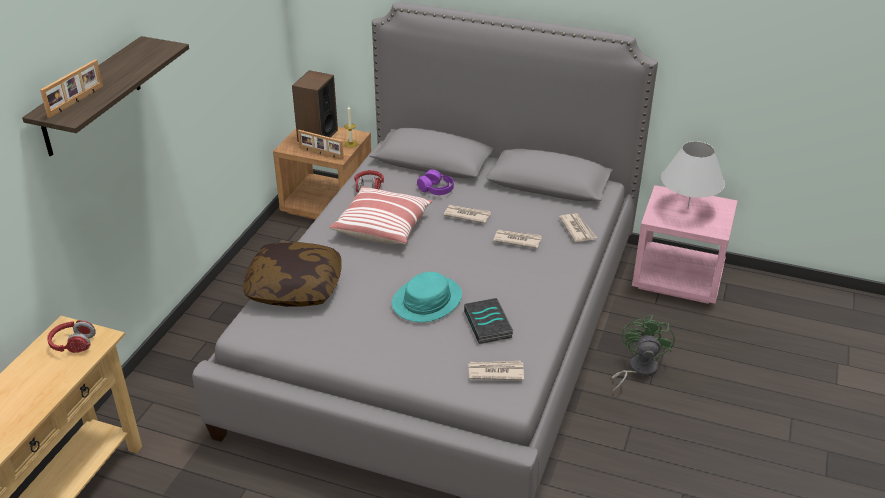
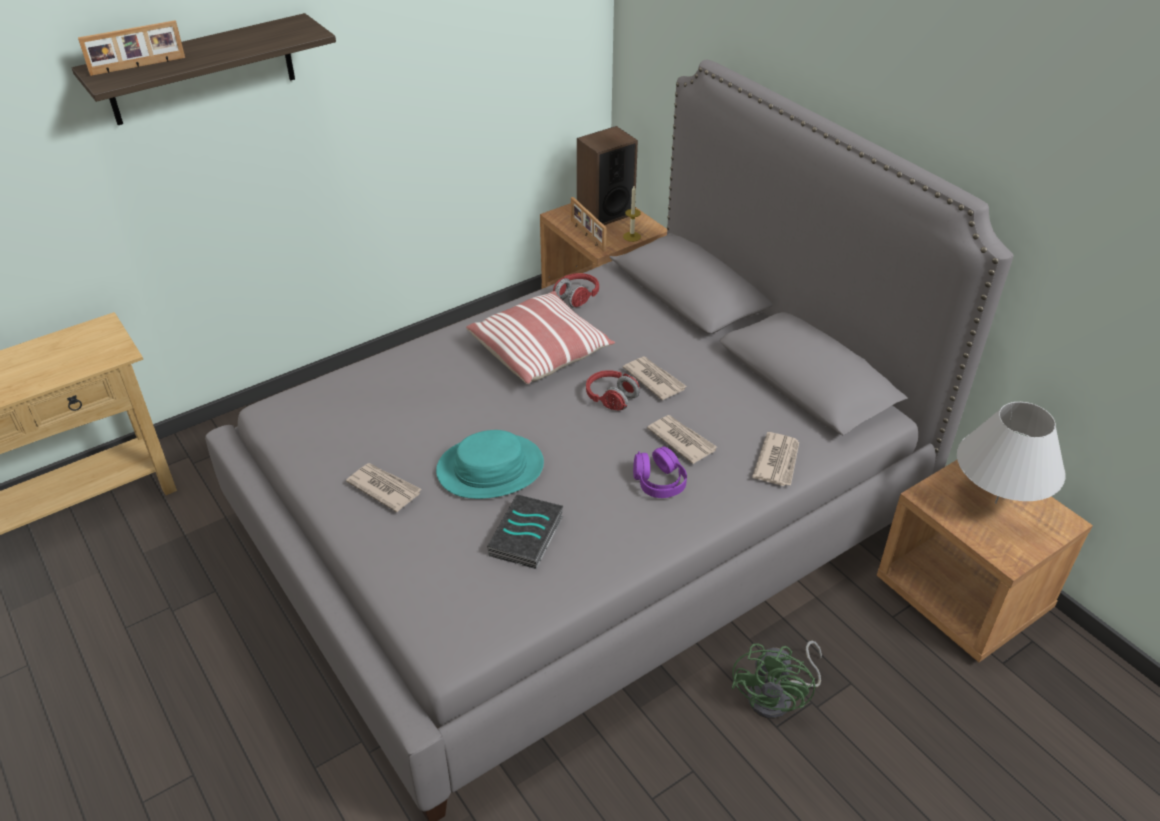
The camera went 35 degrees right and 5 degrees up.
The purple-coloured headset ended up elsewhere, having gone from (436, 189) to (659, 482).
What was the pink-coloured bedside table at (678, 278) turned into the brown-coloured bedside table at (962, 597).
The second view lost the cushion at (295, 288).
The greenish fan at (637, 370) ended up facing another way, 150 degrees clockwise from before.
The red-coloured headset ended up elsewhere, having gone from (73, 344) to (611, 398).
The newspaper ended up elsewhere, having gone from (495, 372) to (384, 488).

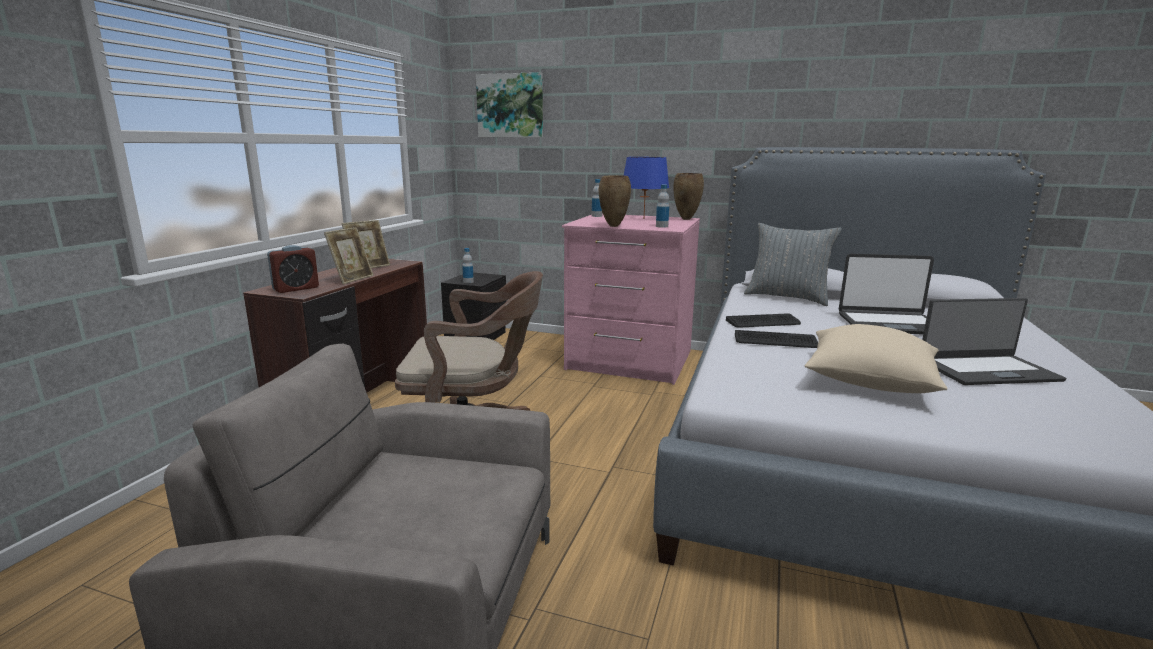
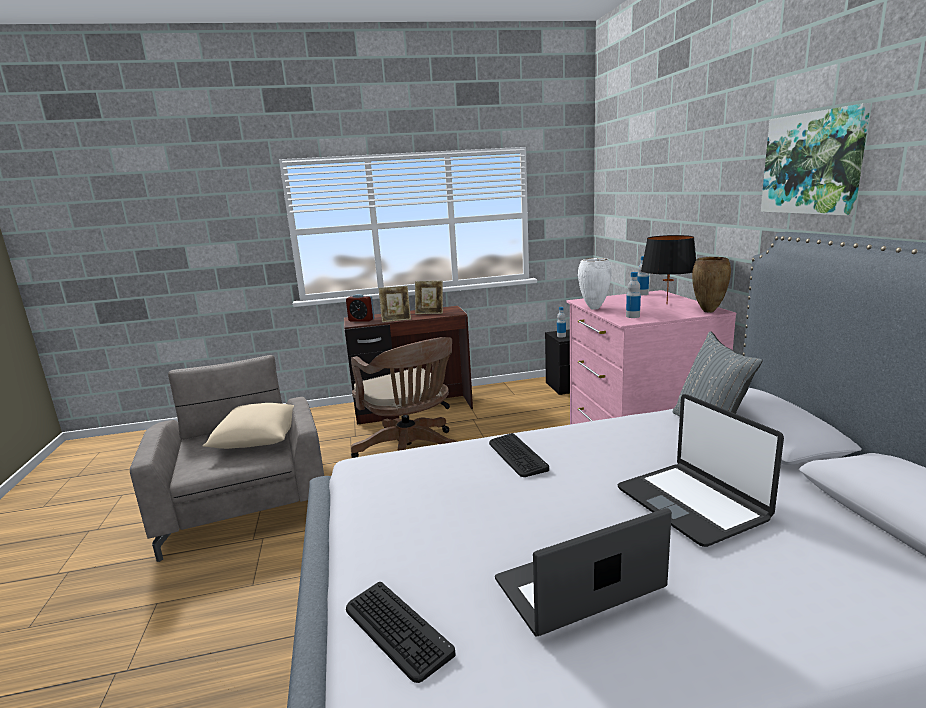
The camera went 60 degrees right and 0 degrees up.
The wall art ended up elsewhere, having gone from (510, 106) to (813, 163).
What was the blue tabletop lamp at (644, 219) turned into the blackish tabletop lamp at (667, 304).
What was the brown-coloured decorative vase at (613, 226) turned into the white decorative vase at (593, 308).
The laptop at (987, 370) ended up facing another way, 105 degrees clockwise from before.
The PC keyboard ended up elsewhere, having gone from (763, 322) to (396, 630).
The beige cushion ended up elsewhere, having gone from (869, 381) to (258, 440).

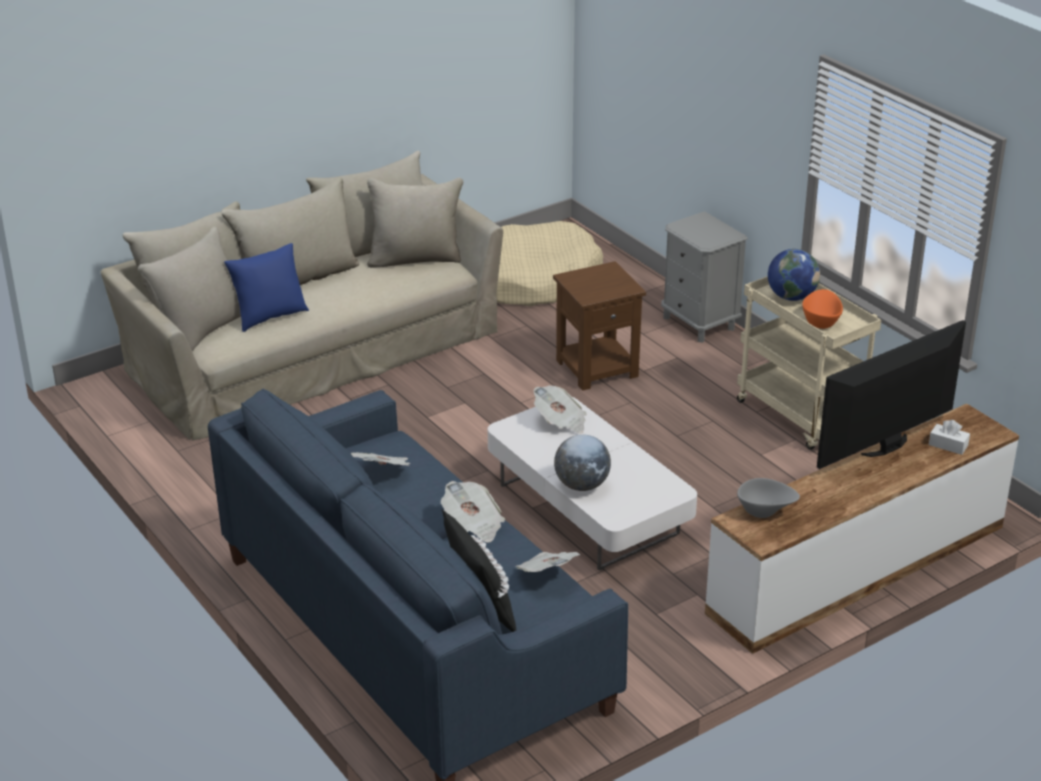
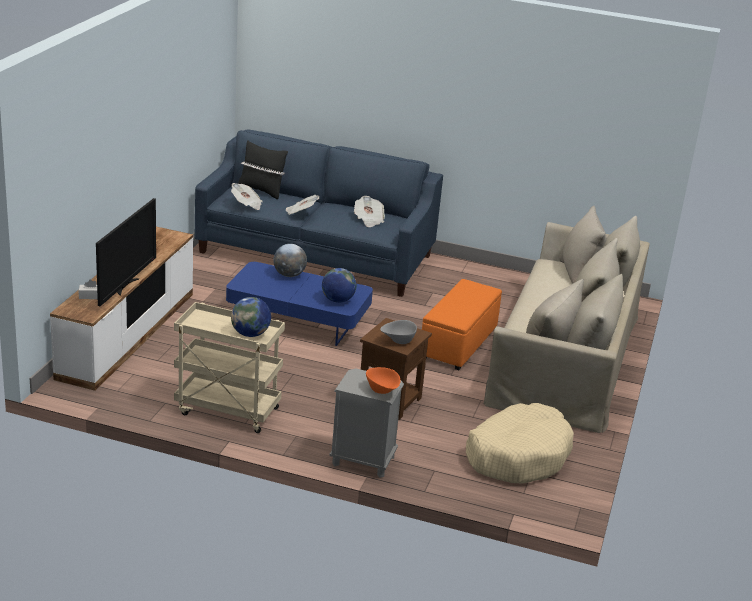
The camera went 140 degrees right and 5 degrees down.
The second view lost the blue cushion at (270, 317).
The orange-coloured bowl ended up elsewhere, having gone from (821, 321) to (382, 391).
Where the newspaper stood at (560, 422), the desk globe came to stand at (337, 300).
What was the white lounge table at (588, 509) turned into the blue lounge table at (298, 321).
The greyish bowl ended up elsewhere, having gone from (765, 512) to (398, 341).
The second view gained the orange-coloured ottoman at (458, 344).

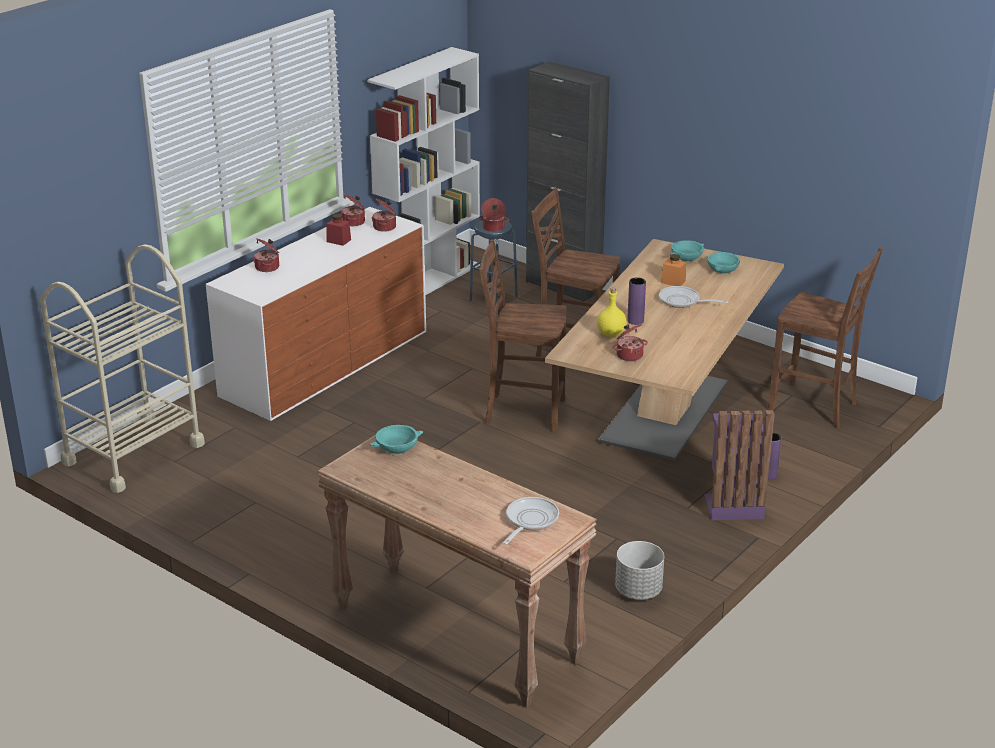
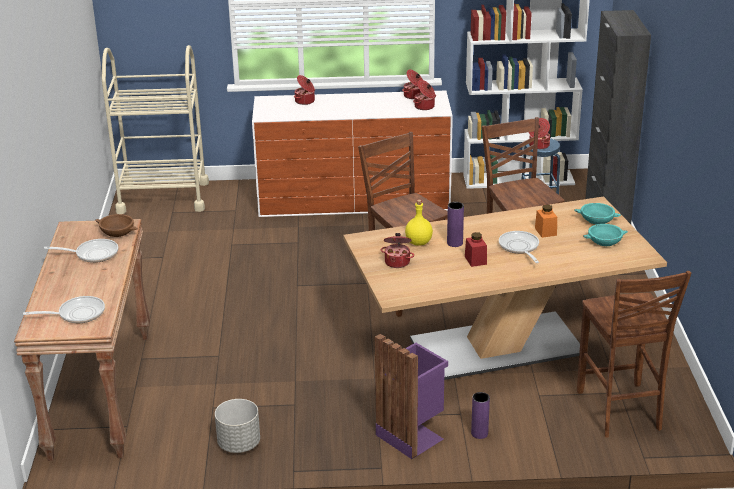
The camera went 50 degrees right and 0 degrees up.
The red-coloured preserve jar ended up elsewhere, having gone from (338, 241) to (475, 260).
What was the turquoise bowl at (397, 447) turned into the brown-coloured bowl at (118, 232).
The second view gained the skillet at (93, 254).

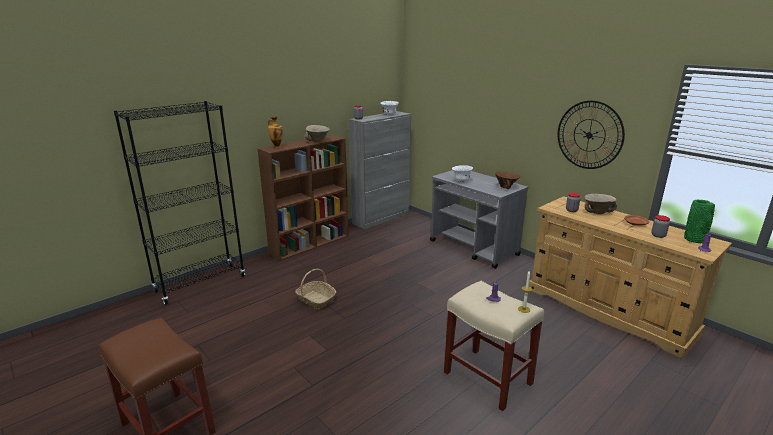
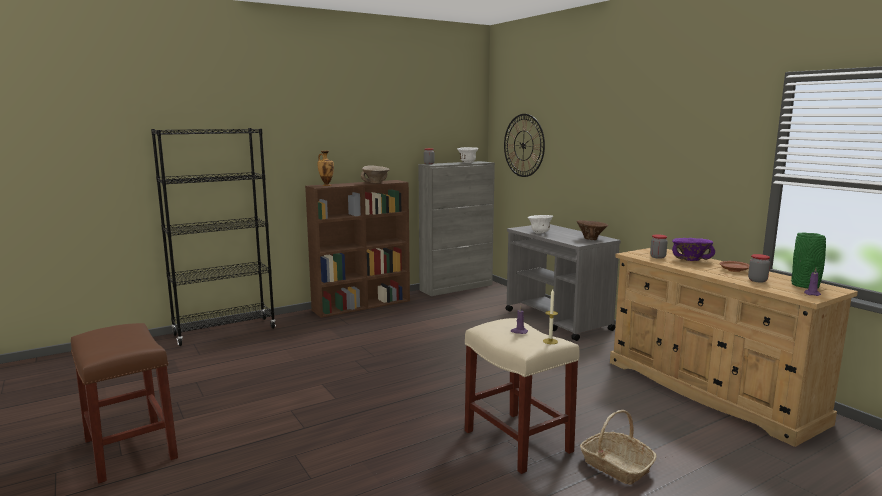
The camera went 10 degrees right and 10 degrees down.
The clock on the wall ended up elsewhere, having gone from (589, 135) to (523, 145).
What was the beige bowl at (597, 212) turned into the purple-coloured bowl at (690, 259).
The household basket ended up elsewhere, having gone from (315, 300) to (615, 466).

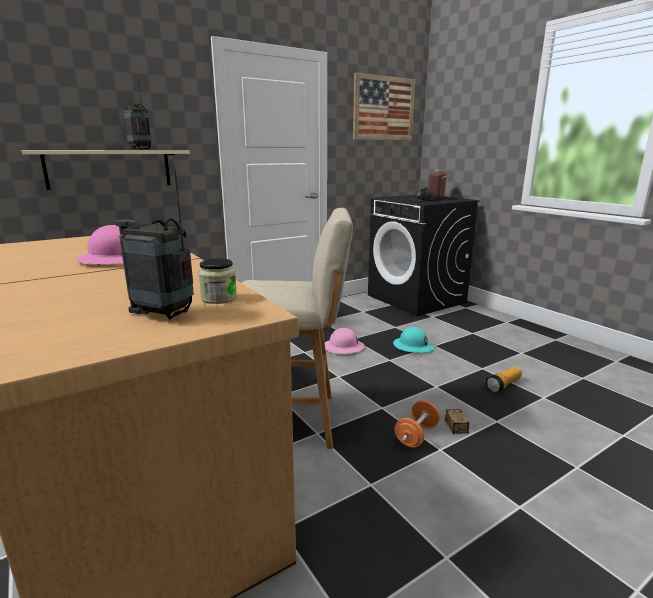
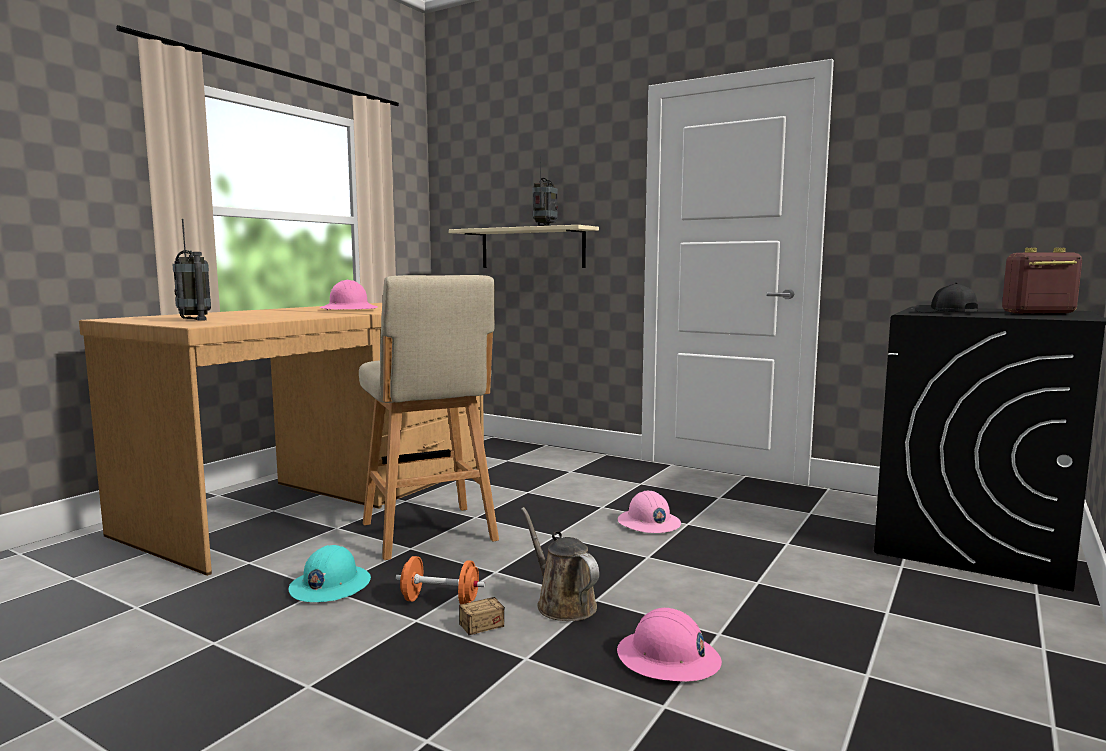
The camera went 65 degrees right and 10 degrees down.
The second view lost the wall art at (383, 109).
The radio set at (165, 315) ended up facing another way, 150 degrees clockwise from before.
The second view lost the preserve jar at (219, 298).
The turquoise safety helmet ended up elsewhere, having gone from (413, 346) to (330, 586).
Where the torch stood at (503, 385), the pink-coloured safety helmet came to stand at (668, 659).
The second view gained the brown-coloured sprinkling can at (562, 604).

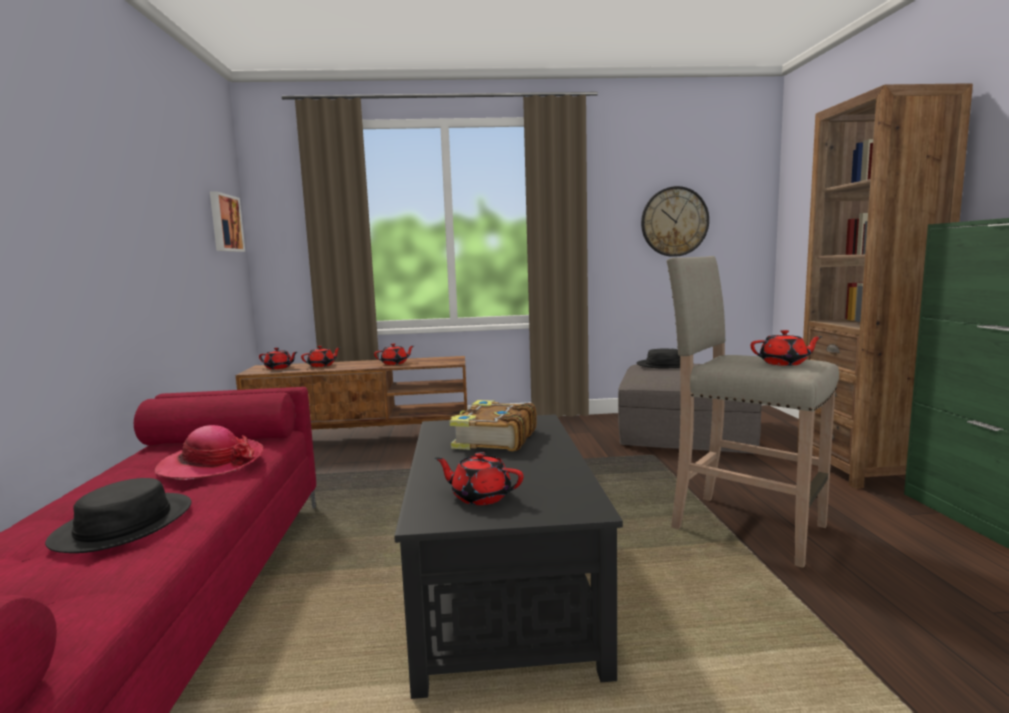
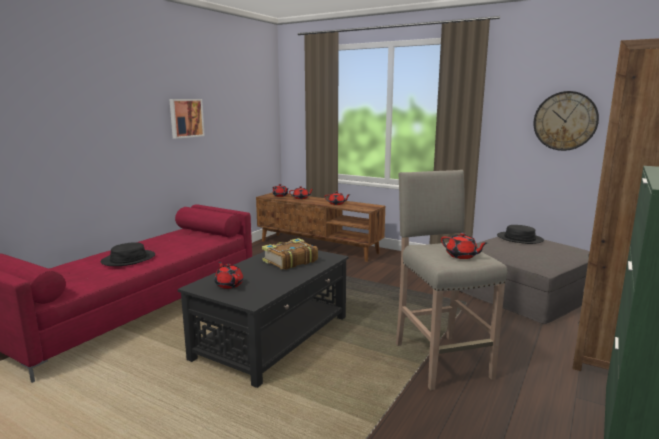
The camera went 35 degrees right and 5 degrees up.
The wall art ended up elsewhere, having gone from (224, 223) to (186, 118).
The second view lost the hat at (211, 464).

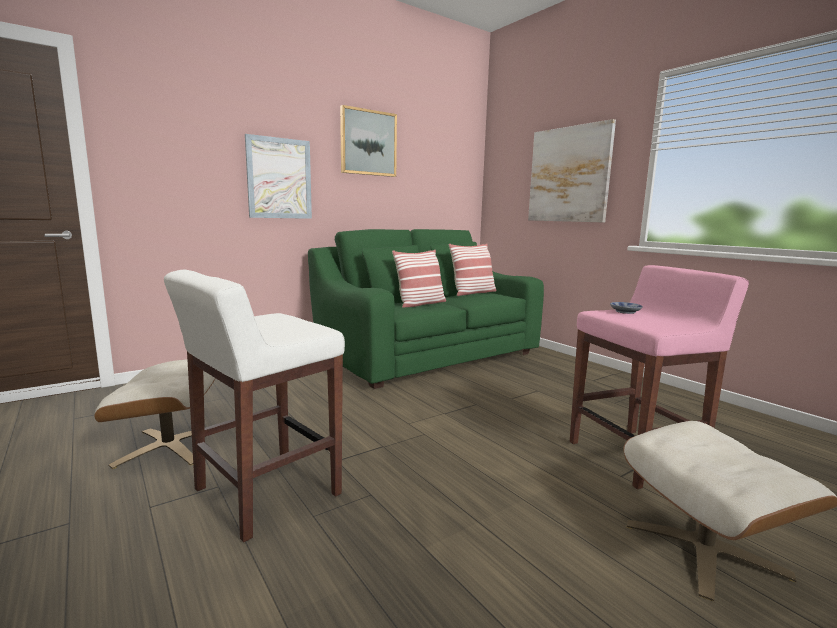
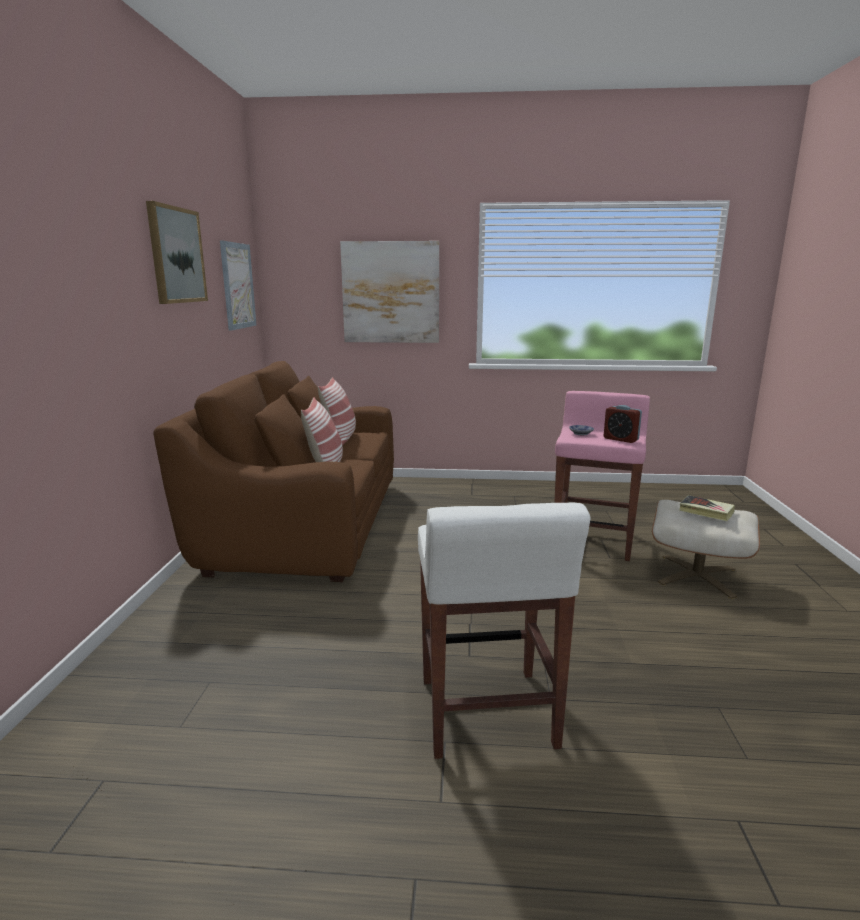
The camera went 50 degrees left and 5 degrees up.
The wall art ended up elsewhere, having gone from (279, 178) to (238, 286).
What was the greenish couch at (427, 355) turned into the brown-coloured couch at (305, 524).
The second view lost the beige ottoman at (169, 446).
The second view gained the alarm clock at (620, 439).
The second view gained the volume at (706, 511).

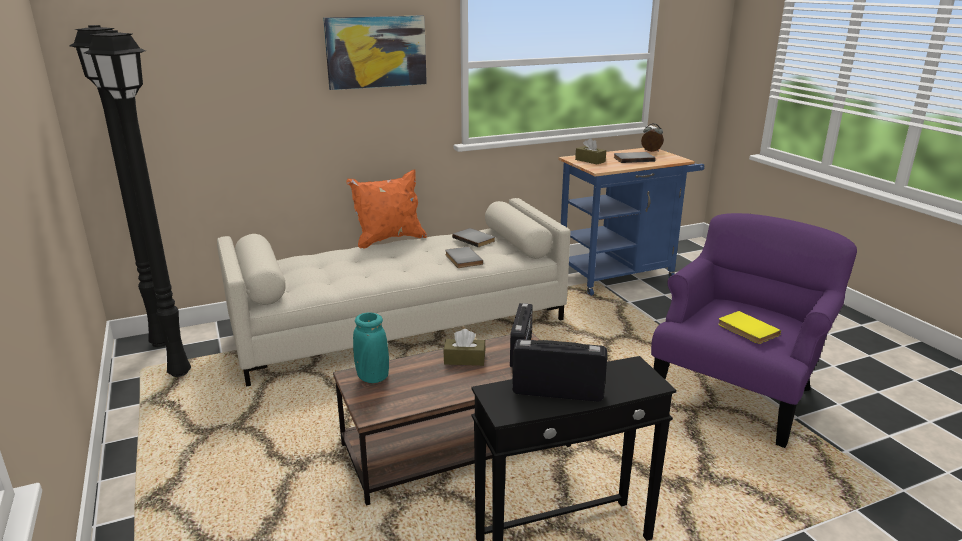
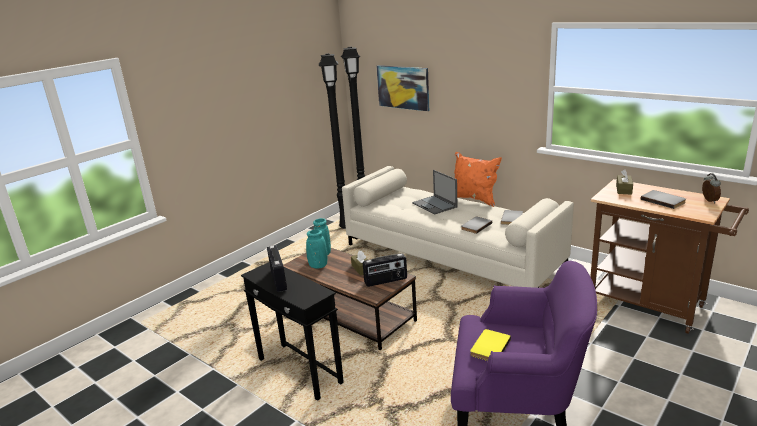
The camera went 65 degrees right and 0 degrees up.
The wall art ended up elsewhere, having gone from (376, 52) to (403, 87).
What was the blue wheeled cart at (622, 275) turned into the brown-coloured wheeled cart at (653, 306).
The second view gained the laptop at (435, 205).
The second view gained the turquoise decorative vase at (318, 266).

